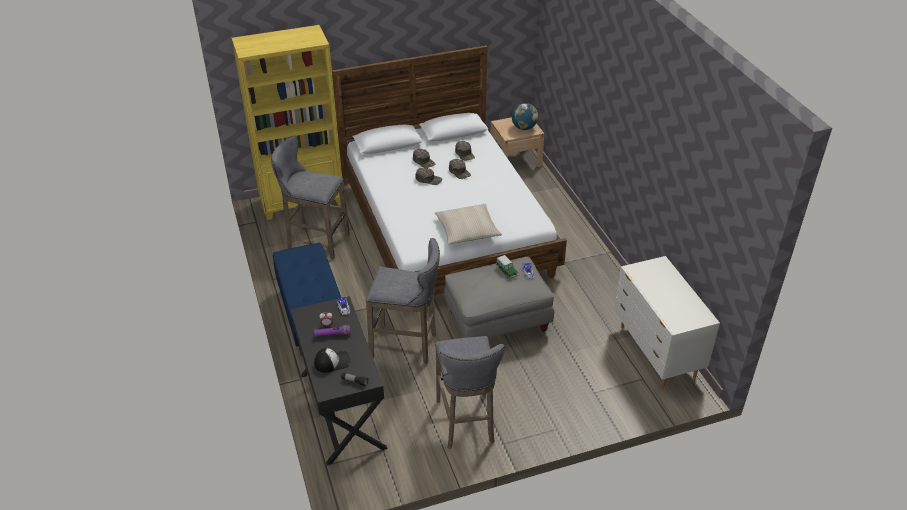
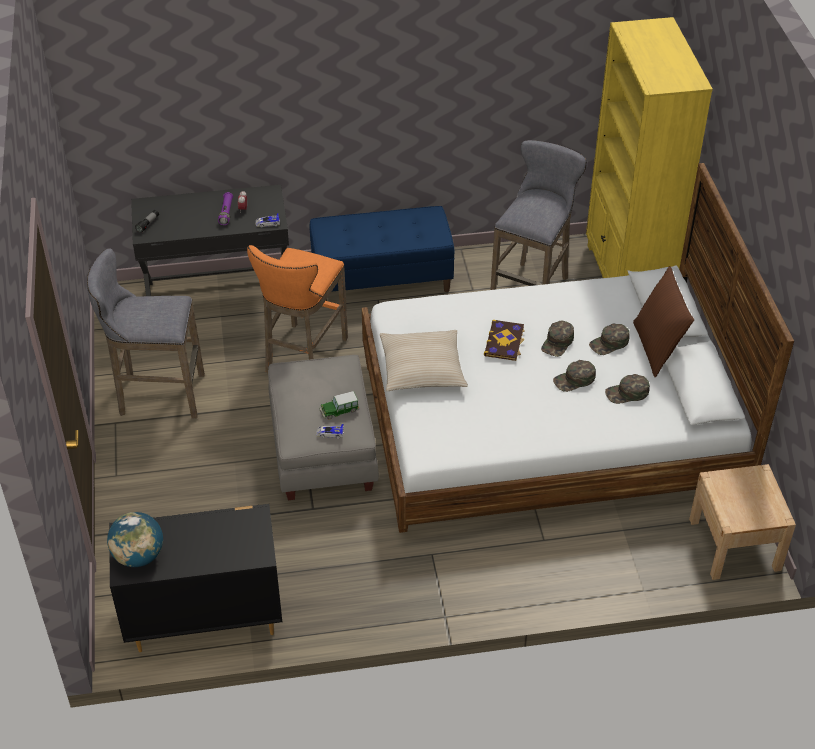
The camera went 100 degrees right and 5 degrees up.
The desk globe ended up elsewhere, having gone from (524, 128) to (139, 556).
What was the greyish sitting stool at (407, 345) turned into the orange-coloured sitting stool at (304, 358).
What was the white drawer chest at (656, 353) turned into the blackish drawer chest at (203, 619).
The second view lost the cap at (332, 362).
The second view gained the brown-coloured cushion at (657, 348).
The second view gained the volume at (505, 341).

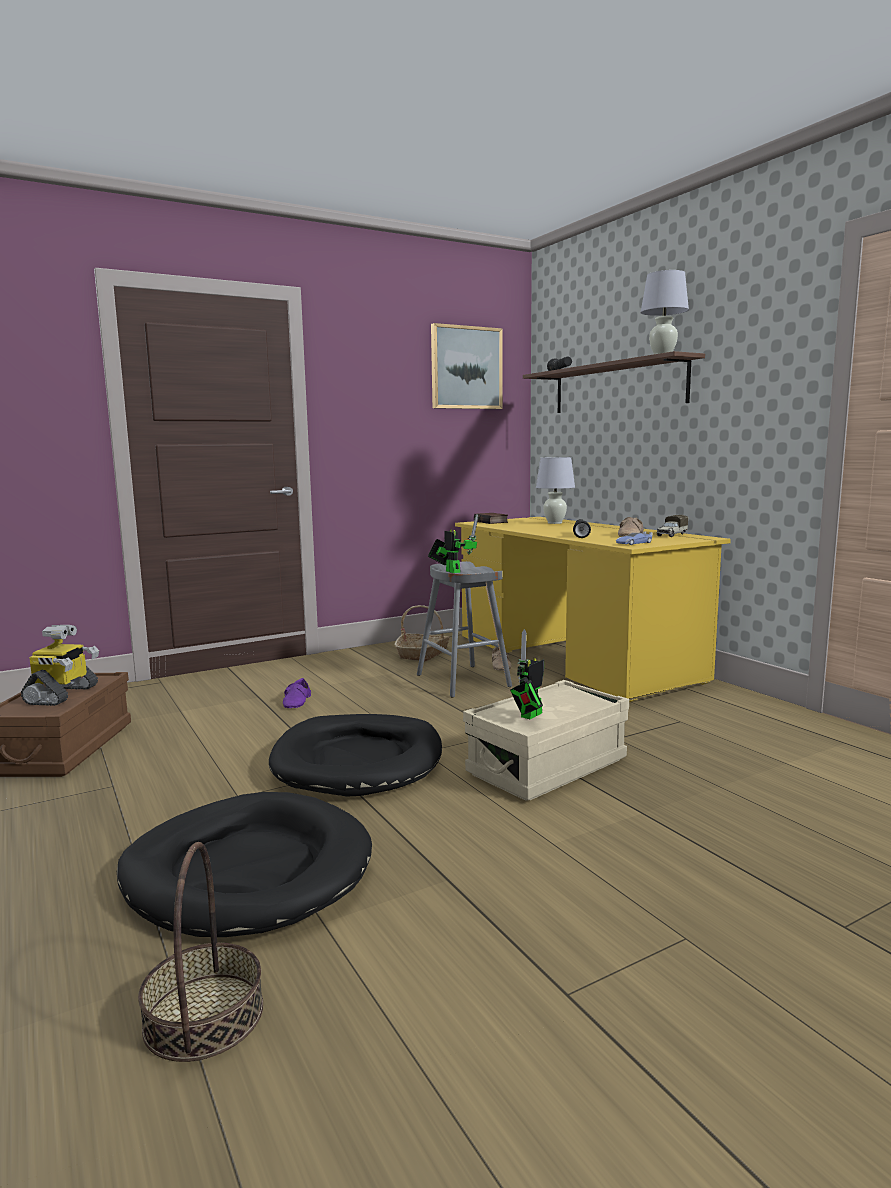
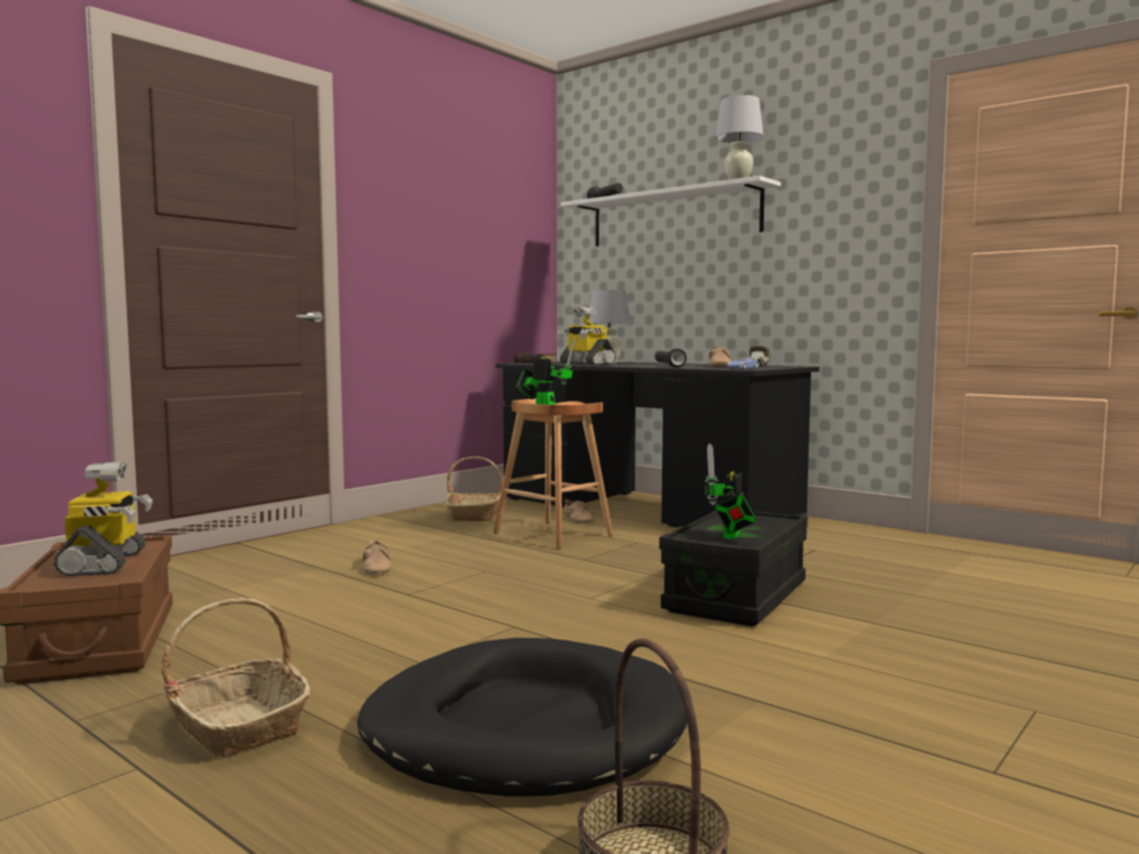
The camera went 20 degrees left and 5 degrees down.
The second view lost the wall art at (466, 368).
What was the brown-coloured wall shelf at (617, 387) turned into the white wall shelf at (674, 217).
What was the yellow desk unit at (574, 658) turned into the blackish desk unit at (647, 508).
What was the greyish sitting stool at (463, 681) turned into the brown-coloured sitting stool at (553, 534).
What was the purple-coloured item of footwear at (298, 701) turned into the beige item of footwear at (378, 567).
What was the beige storage box at (547, 766) turned into the blackish storage box at (736, 597).
The second view lost the blackish dog cushion at (358, 760).
The second view gained the robot figure at (586, 364).
The second view gained the household basket at (236, 725).

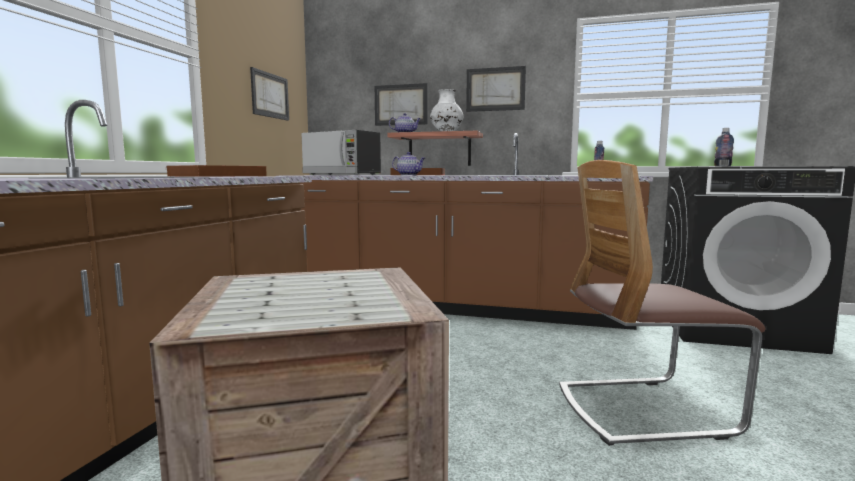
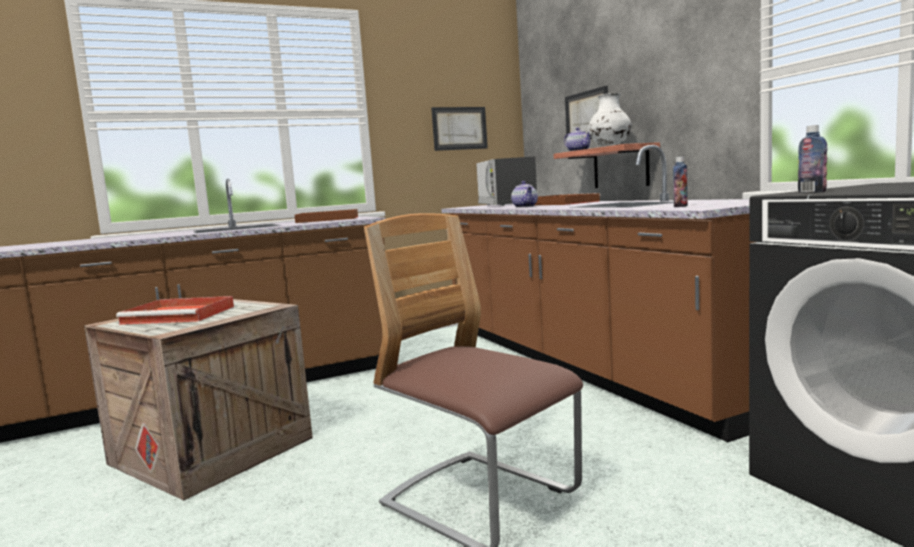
The camera went 50 degrees right and 0 degrees up.
The second view lost the wall art at (495, 89).
The second view gained the red-coloured carrying tray at (181, 315).

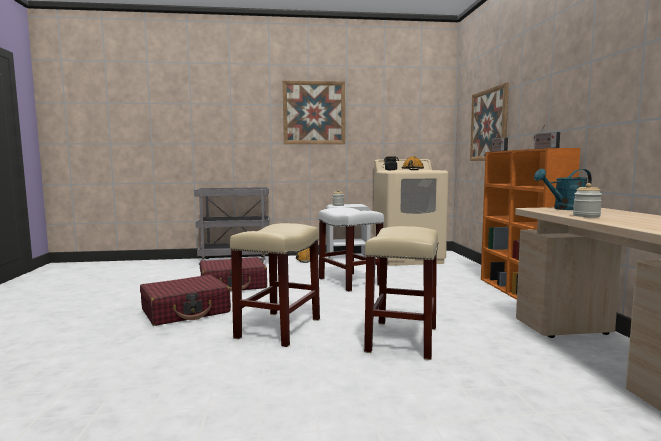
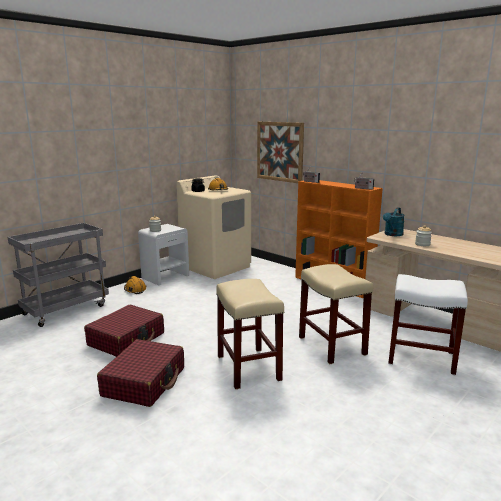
The camera went 40 degrees left and 10 degrees up.
The second view lost the wall art at (314, 113).
The white sitting stool ended up elsewhere, having gone from (349, 282) to (420, 358).

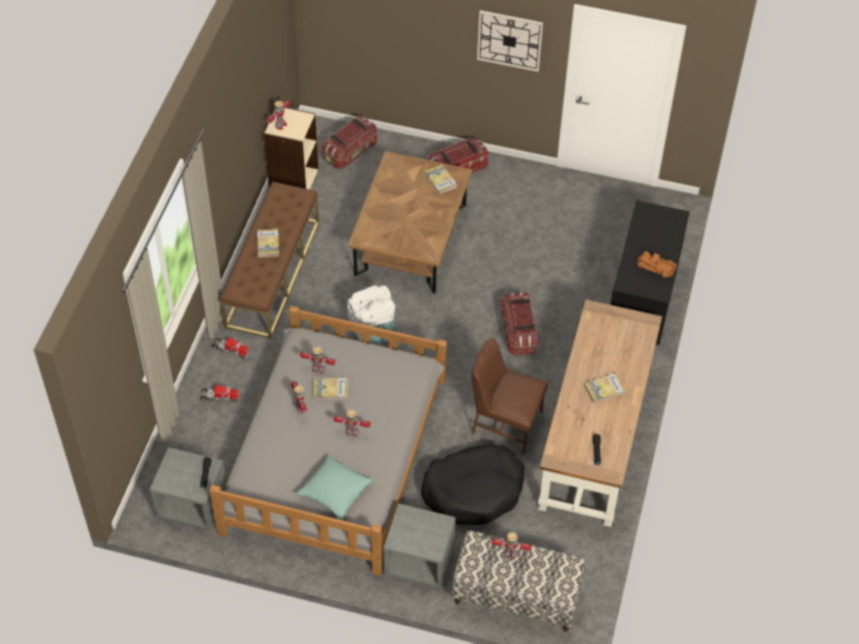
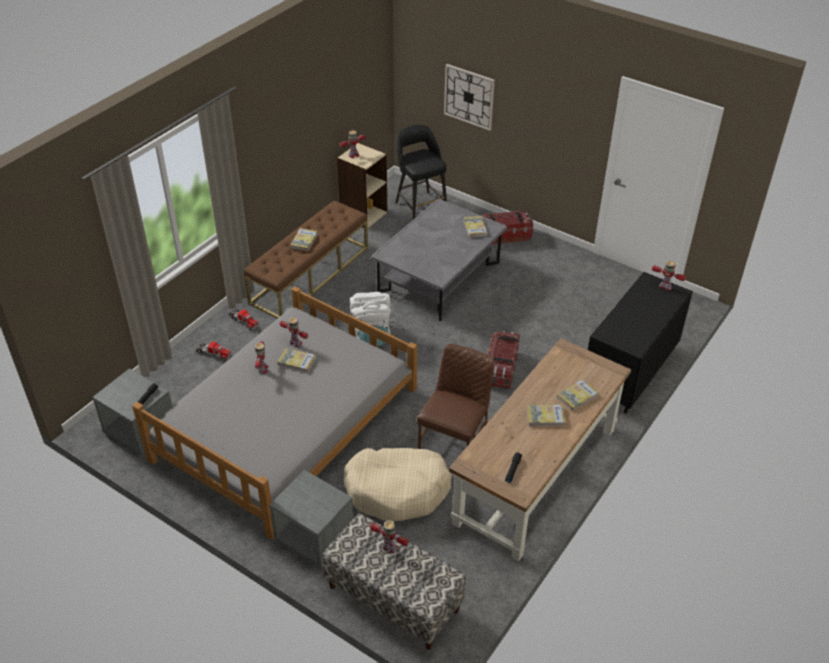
The camera went 20 degrees right and 10 degrees down.
The clock on the wall ended up elsewhere, having gone from (509, 40) to (469, 97).
Where the storage box stood at (351, 152), the blackish sitting stool came to stand at (420, 206).
What was the brown-coloured lounge table at (411, 239) turned into the greyish lounge table at (439, 277).
The second view lost the toy truck at (655, 268).
The brown-coloured plain chair at (505, 423) ended up facing another way, 75 degrees clockwise from before.
The robot figure ended up elsewhere, having gone from (352, 432) to (665, 287).
What was the blackish dog cushion at (473, 491) turned into the beige dog cushion at (397, 490).
The second view lost the turquoise cushion at (335, 492).
The second view gained the volume at (577, 396).

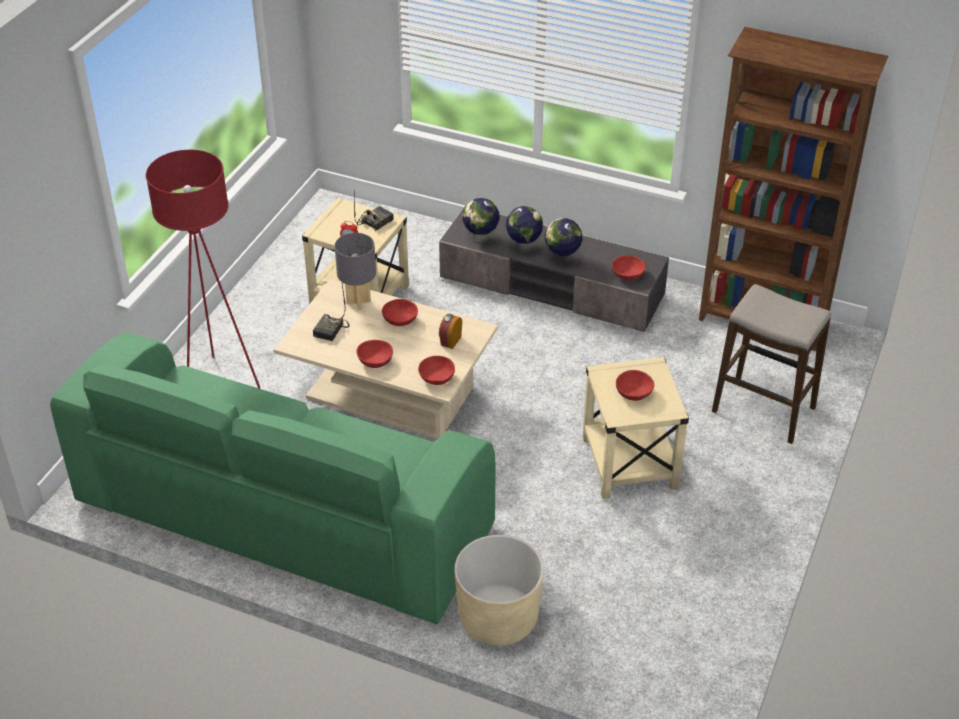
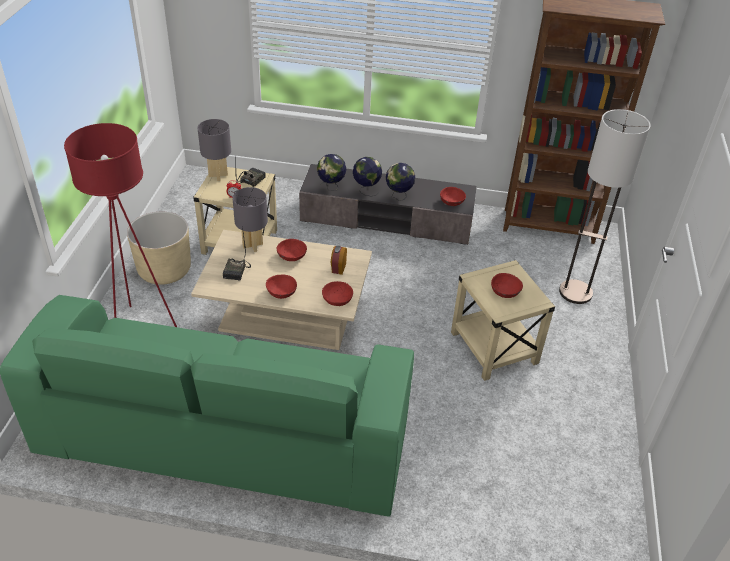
The camera went 15 degrees left and 0 degrees up.
Where the sitting stool stood at (763, 410), the standard lamp came to stand at (575, 292).
The beige plant pot ended up elsewhere, having gone from (498, 618) to (164, 270).
The second view gained the greyish tabletop lamp at (217, 175).

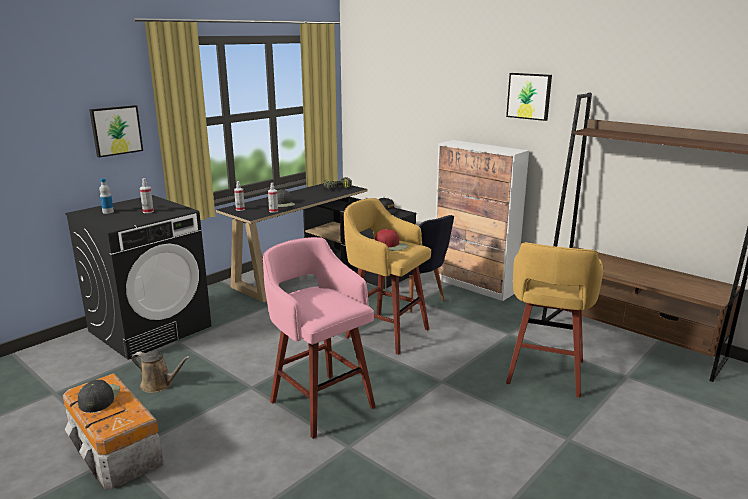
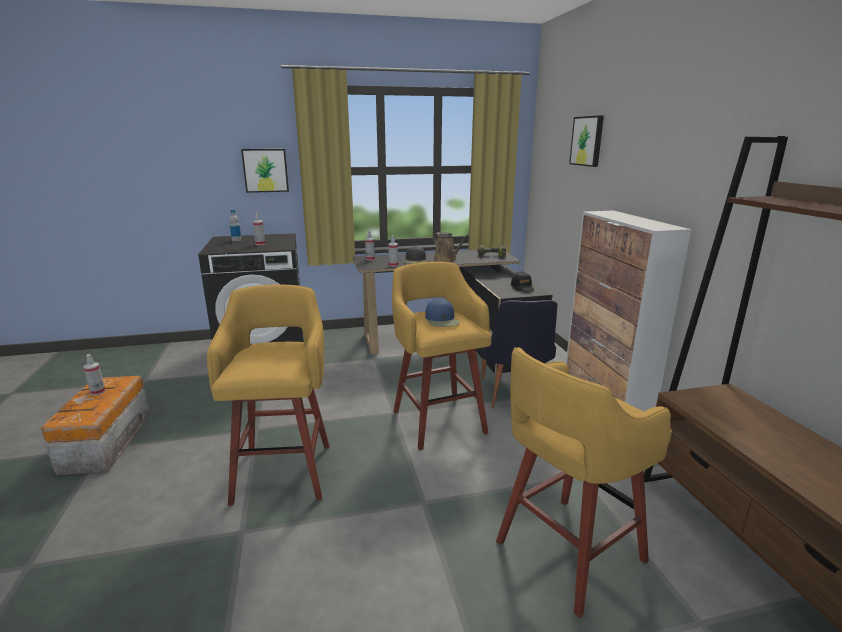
The camera went 35 degrees right and 0 degrees up.
The wall art ended up elsewhere, having gone from (529, 96) to (587, 141).
What was the red-coloured cap at (391, 245) turned into the blue cap at (442, 320).
What was the pink-coloured sitting stool at (320, 402) turned into the yellow sitting stool at (284, 470).
The brown-coloured sprinkling can ended up elsewhere, having gone from (159, 384) to (446, 260).
Where the blackish cap stood at (99, 398), the hand sprayer came to stand at (98, 392).

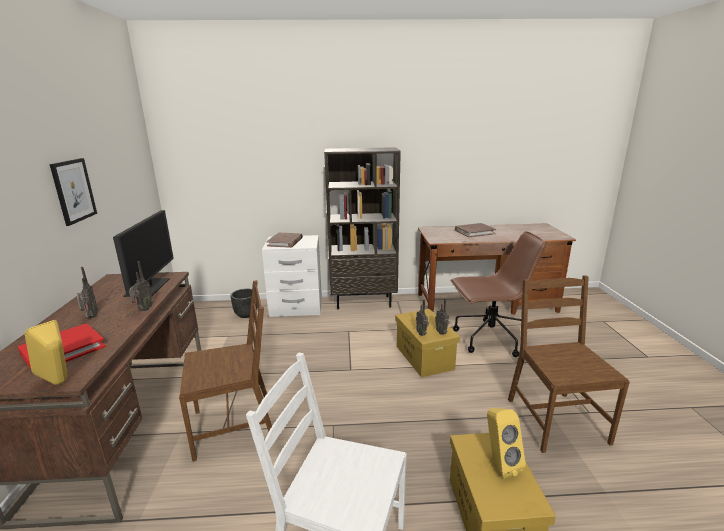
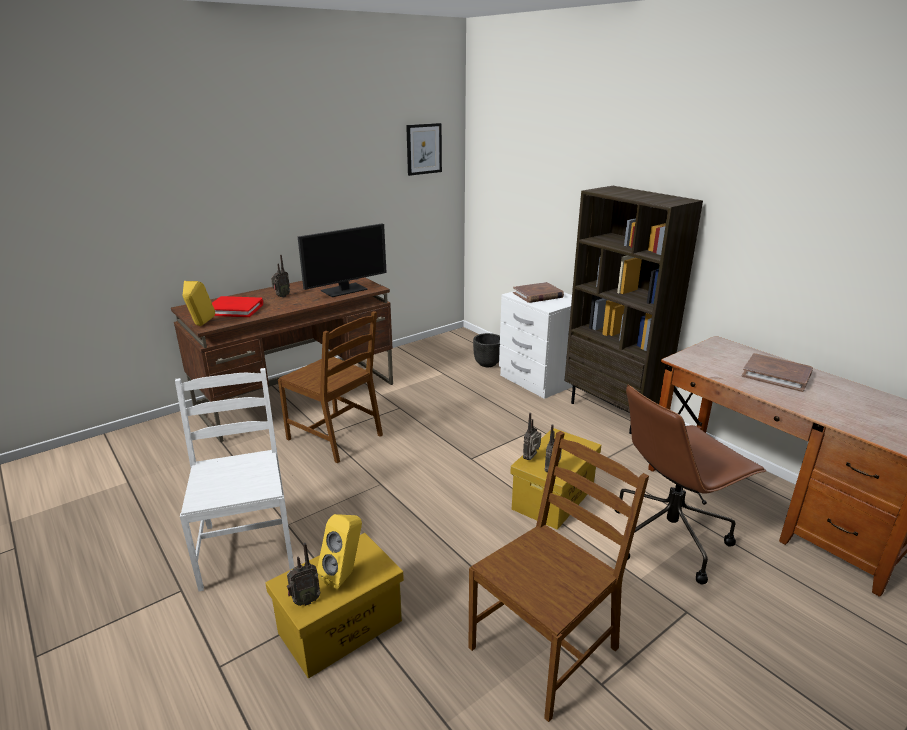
The camera went 55 degrees right and 5 degrees up.
The wall art ended up elsewhere, having gone from (73, 191) to (424, 149).
The brown-coloured computer chair at (489, 339) ended up facing another way, 105 degrees clockwise from before.
The radio set ended up elsewhere, having gone from (143, 310) to (304, 601).

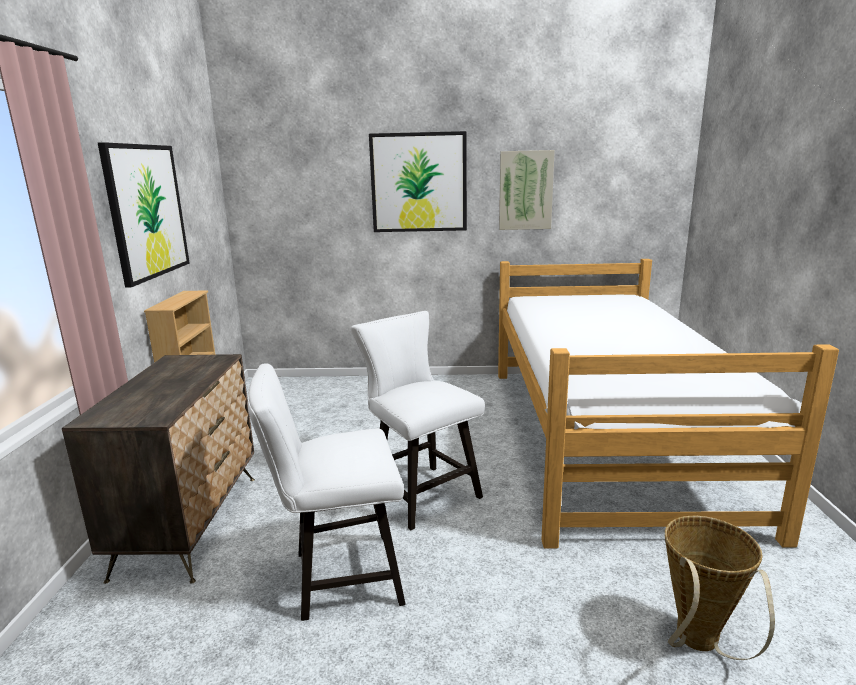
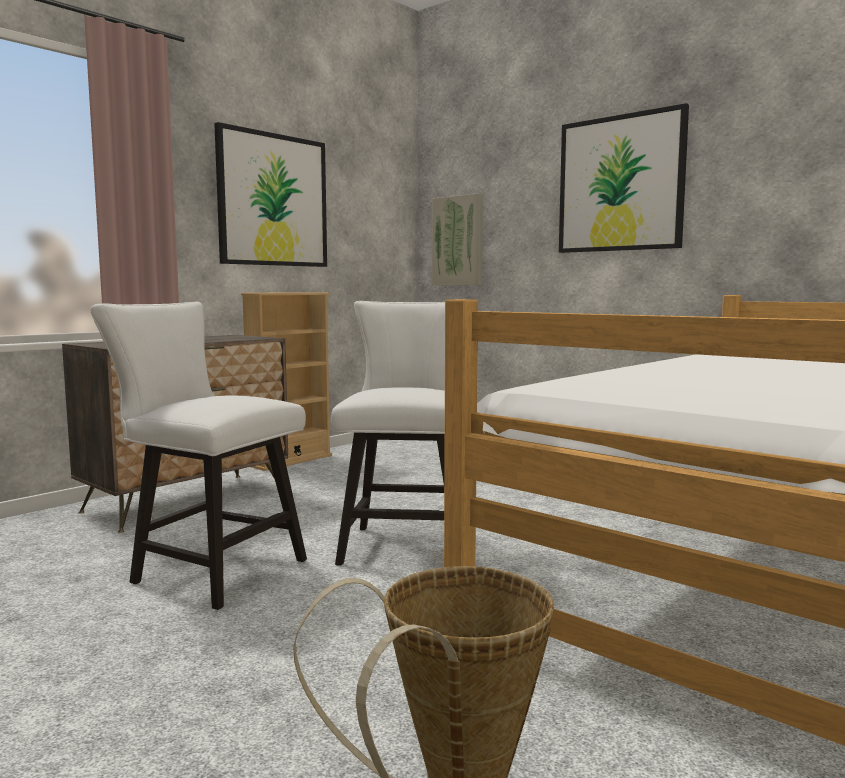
The camera went 40 degrees right and 10 degrees down.
The wall art ended up elsewhere, having gone from (525, 190) to (458, 241).

